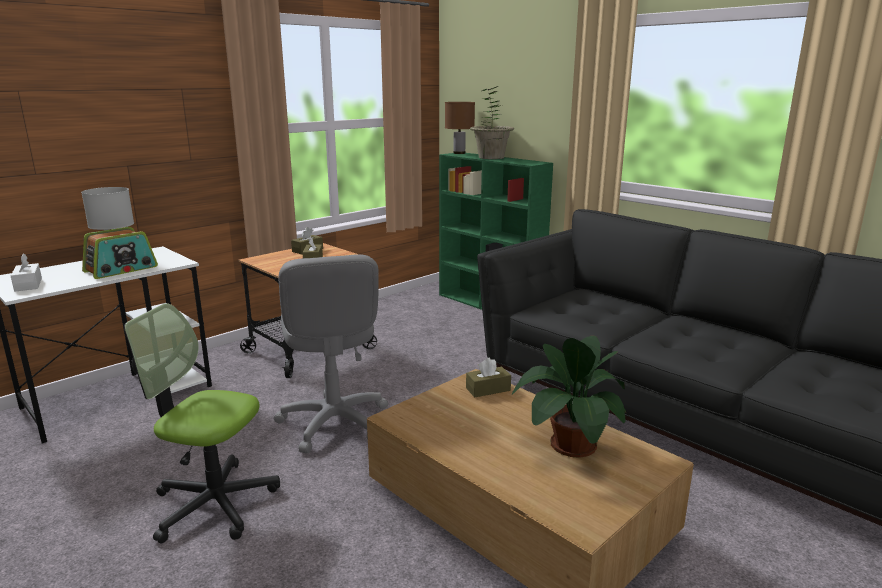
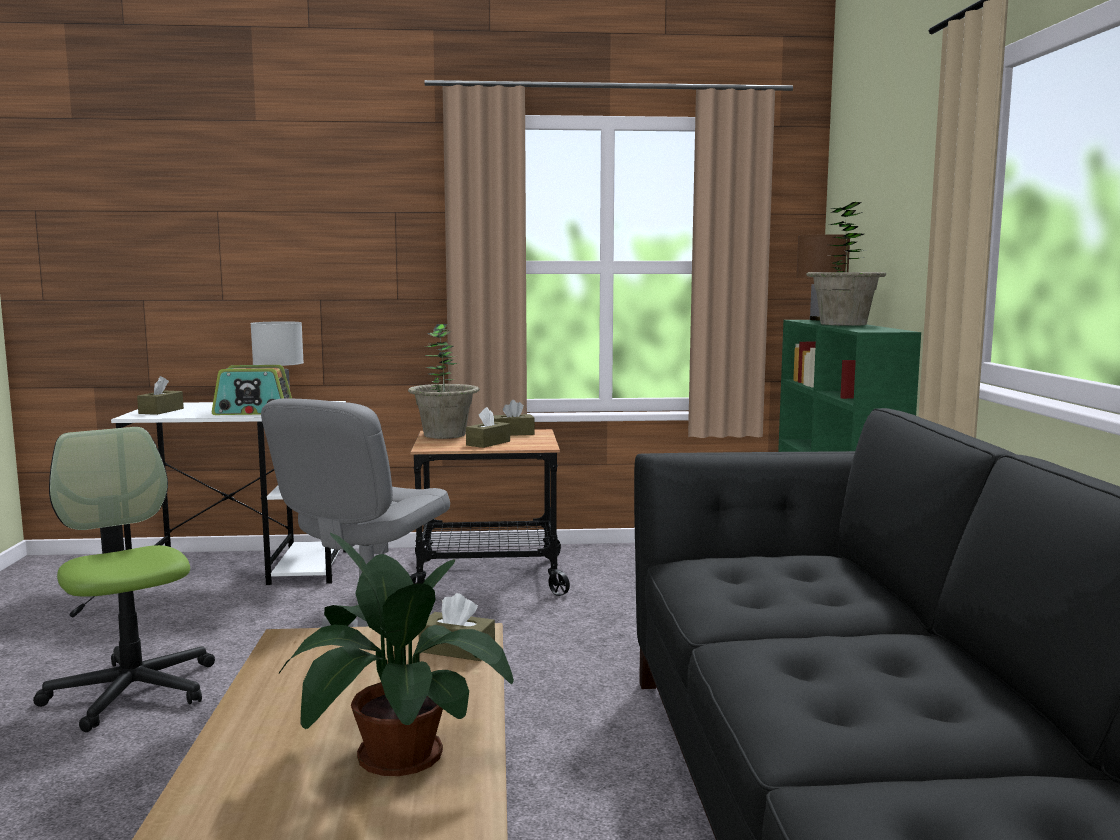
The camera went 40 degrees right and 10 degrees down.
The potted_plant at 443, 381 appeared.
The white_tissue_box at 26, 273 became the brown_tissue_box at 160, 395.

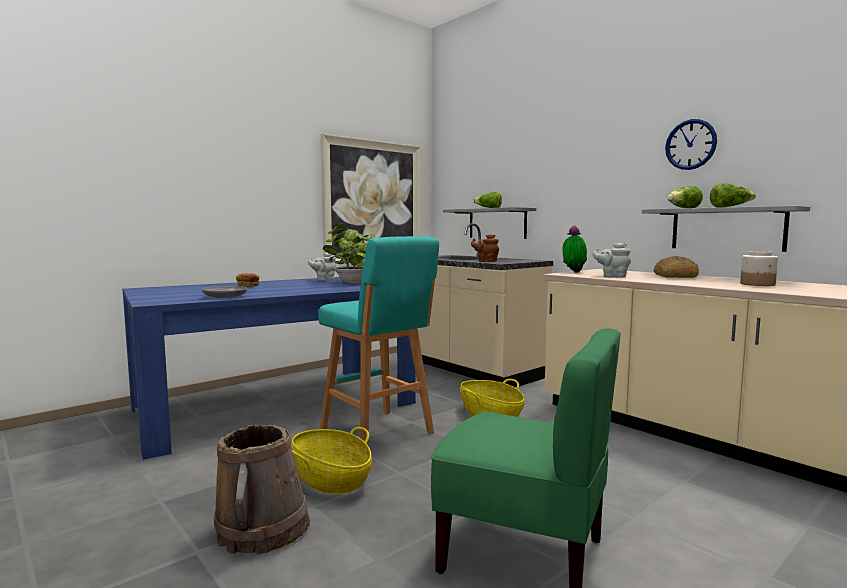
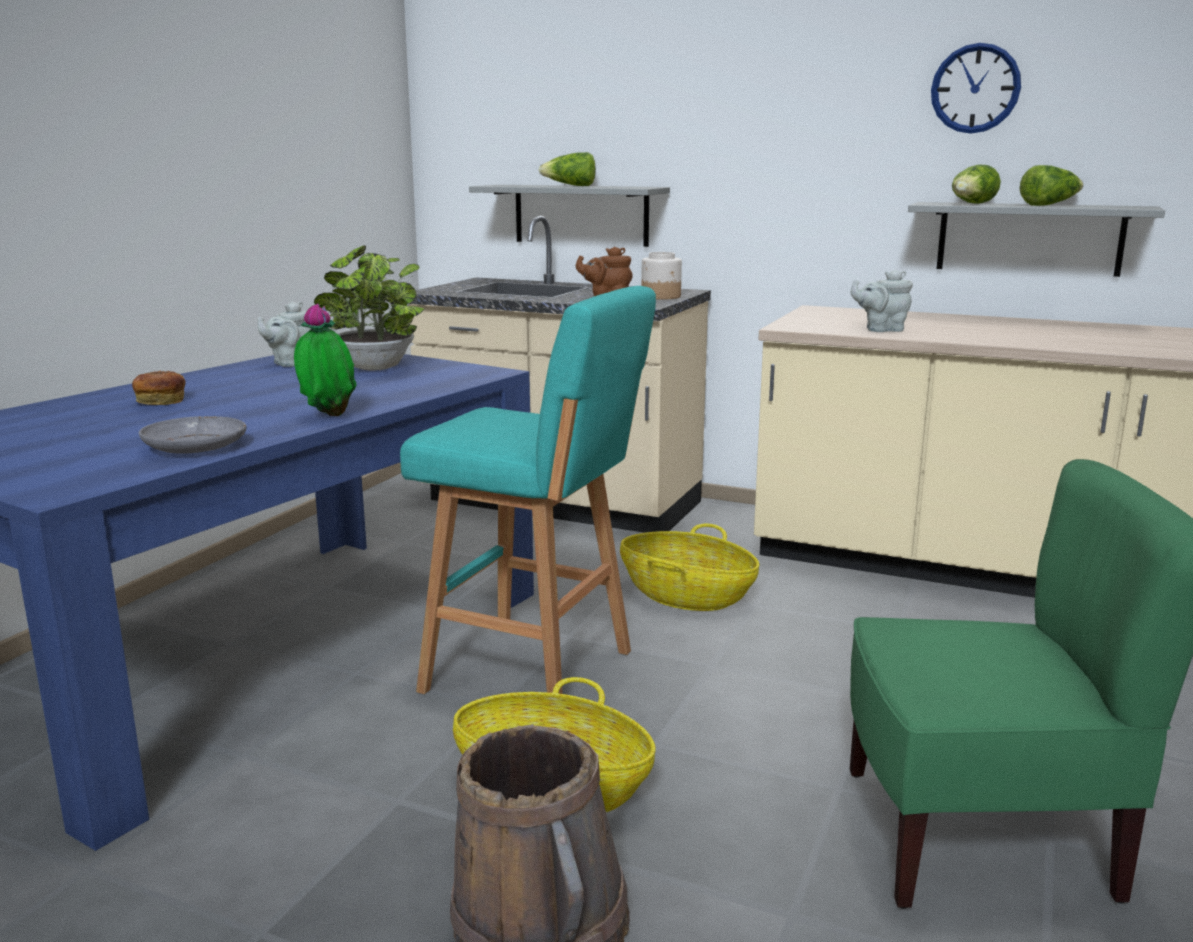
The camera went 25 degrees left and 10 degrees up.
The picture at 370, 197 disappeared.
The bread at 676, 267 disappeared.
The potted_plant moved from 574, 249 to 325, 359.
The jar moved from 759, 268 to 661, 276.

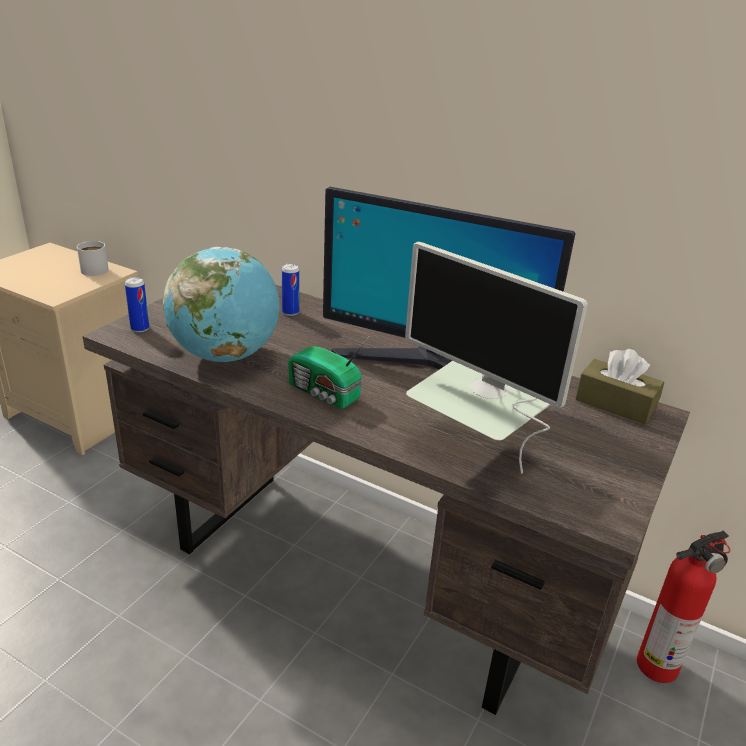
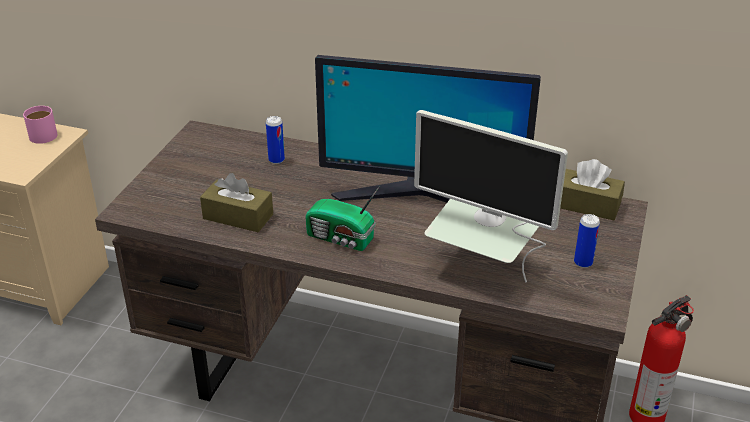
The camera went 10 degrees left and 5 degrees up.
The can moved from 137, 304 to 587, 241.
The globe at 221, 304 was replaced by the brown_tissue_box at 236, 202.
The white_mug at 93, 258 became the pink_mug at 40, 125.

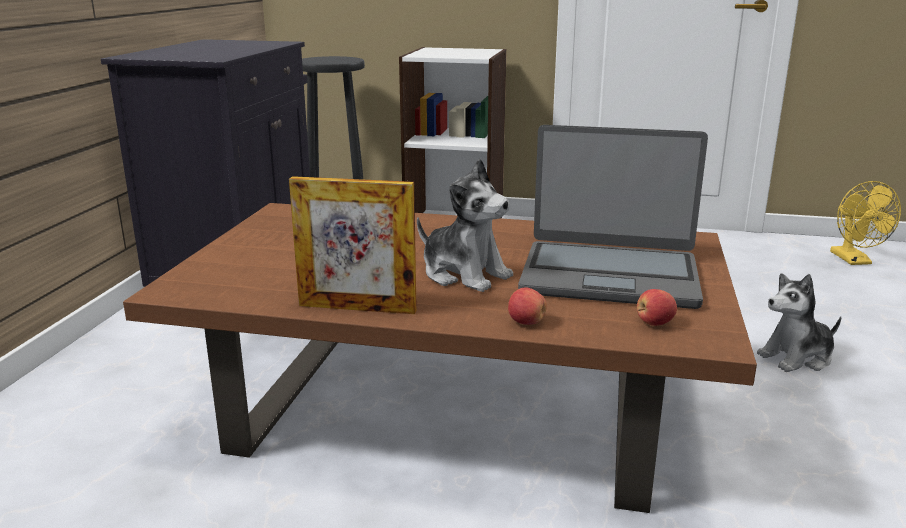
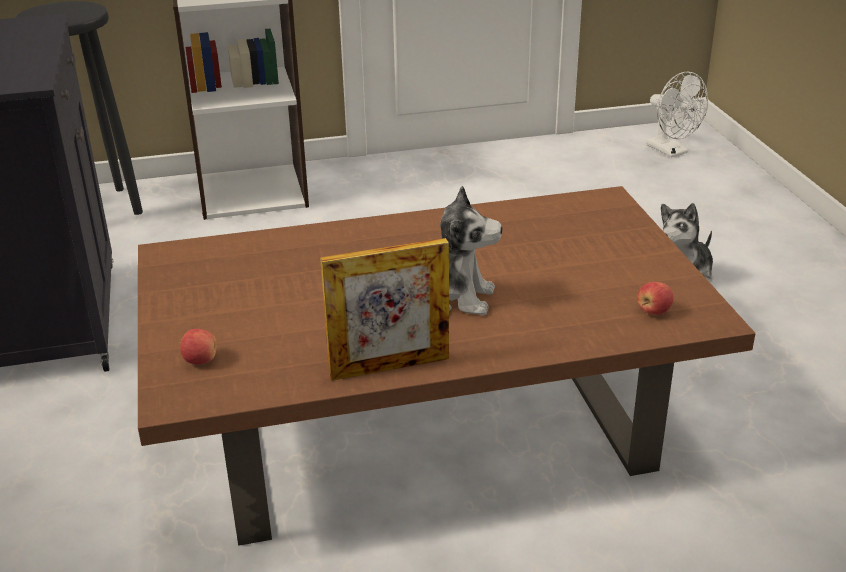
The camera went 25 degrees left and 10 degrees up.
The laptop at 613, 217 disappeared.
The apple moved from 527, 306 to 198, 346.
The yellow_fan at 865, 223 became the white_fan at 677, 114.

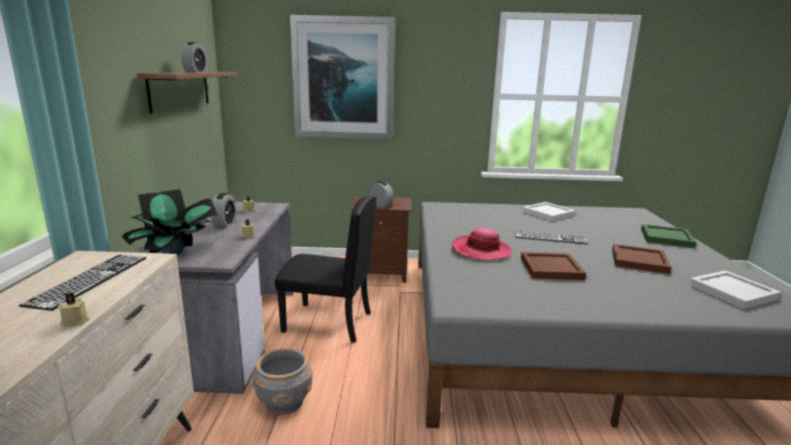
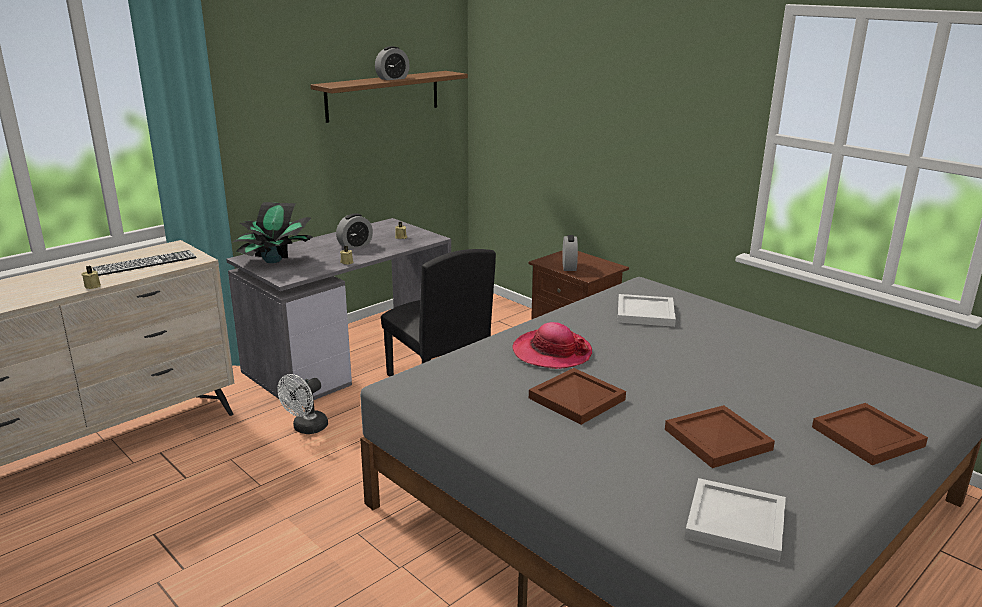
The camera went 45 degrees right and 5 degrees up.
The picture at 342, 77 disappeared.
The keyboard at 551, 237 disappeared.
The white_tray moved from 549, 211 to 647, 310.
The grey_planter at 282, 381 was replaced by the white_fan at 302, 404.
The green_tray at 668, 236 became the brown_tray at 870, 434.

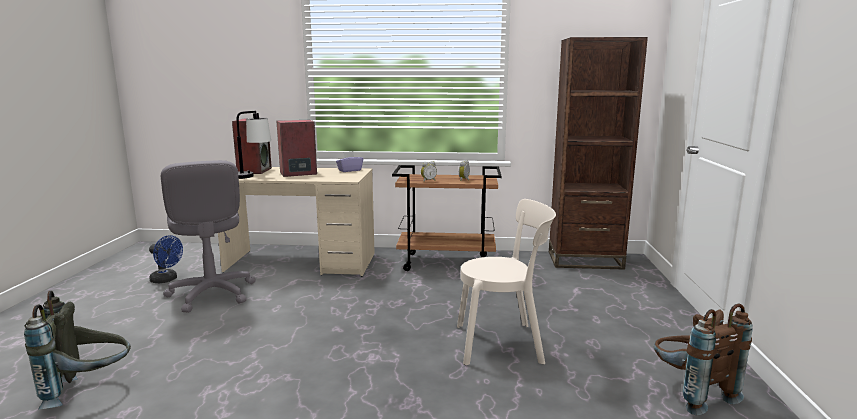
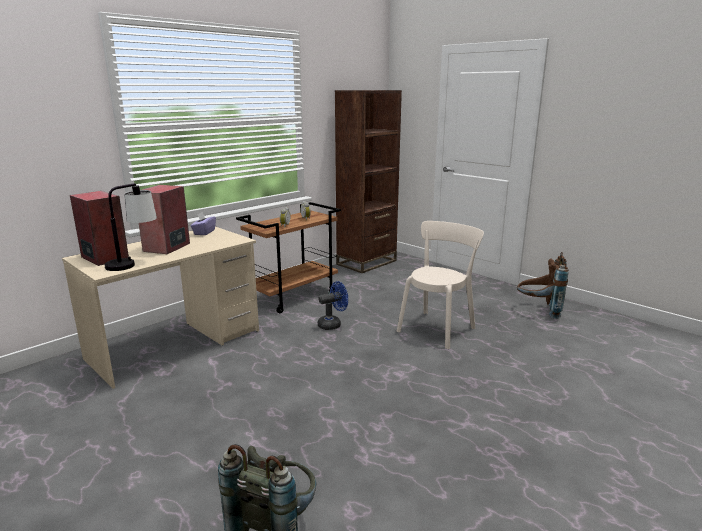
The camera went 50 degrees left and 5 degrees up.
The grey_office_chair at 208, 236 disappeared.
The blue_fan moved from 166, 259 to 333, 305.

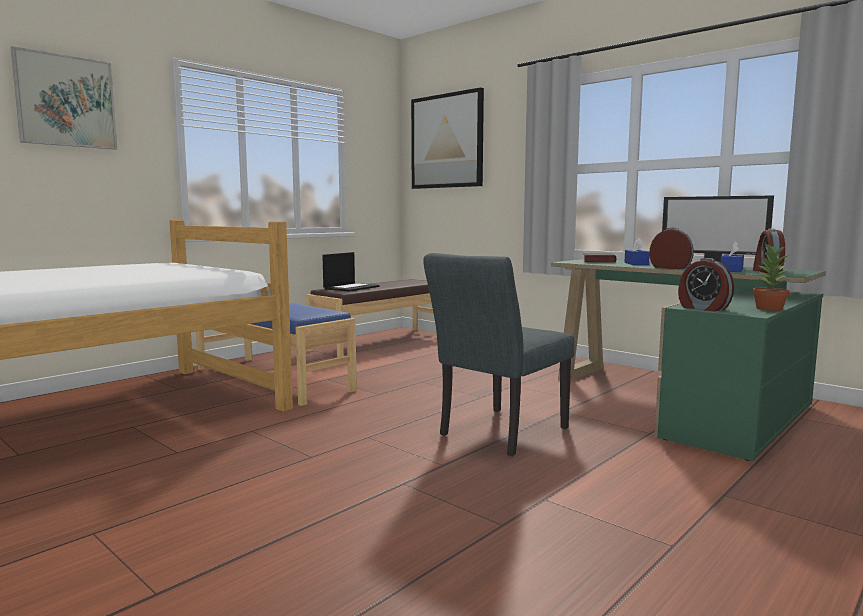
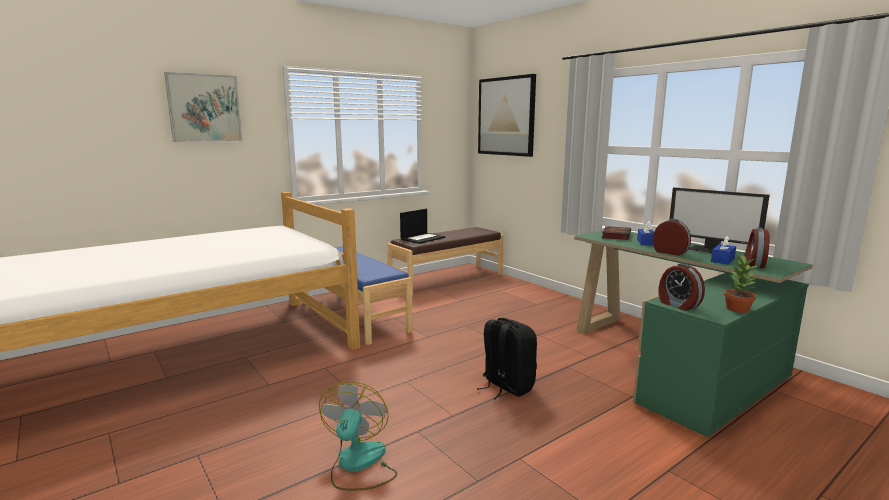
The camera went 10 degrees right and 5 degrees up.
The fan at 358, 436 appeared.
The grey_chair at 499, 354 was replaced by the black_backpack at 507, 358.

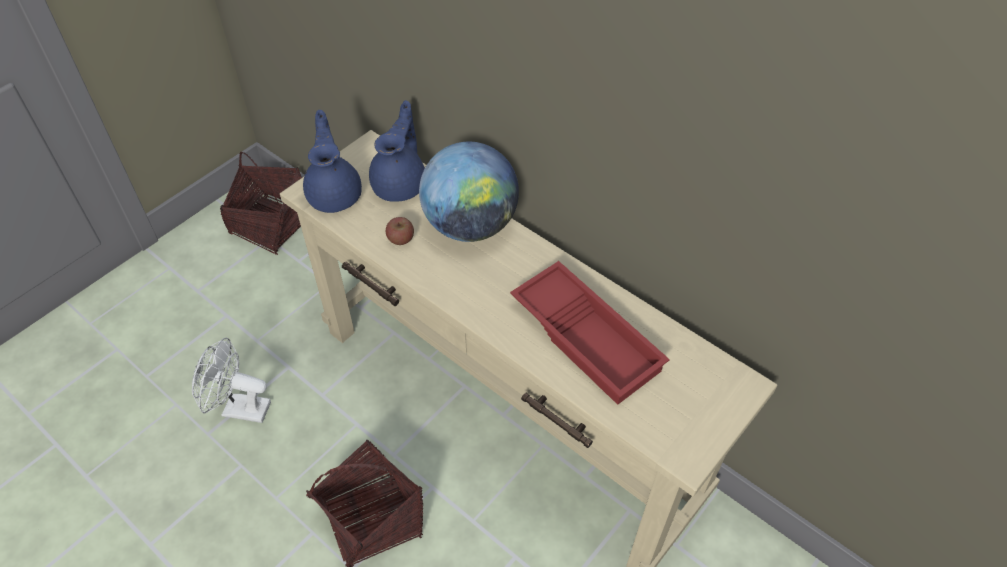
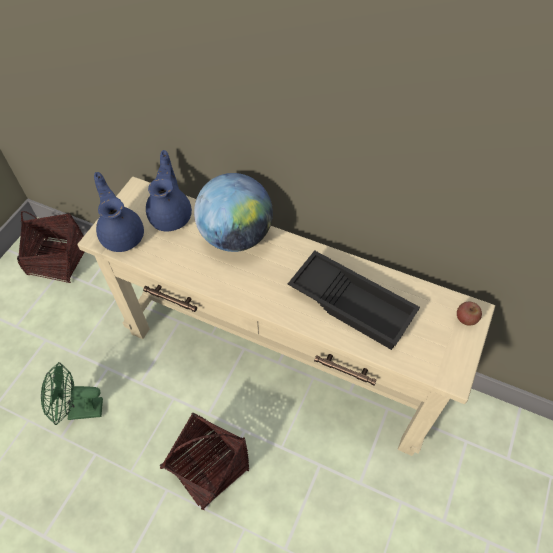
The camera went 15 degrees left and 5 degrees up.
The apple moved from 400, 231 to 469, 314.
The white_fan at 231, 380 became the green_fan at 72, 393.
The red_tray at 590, 333 became the black_tray at 354, 300.

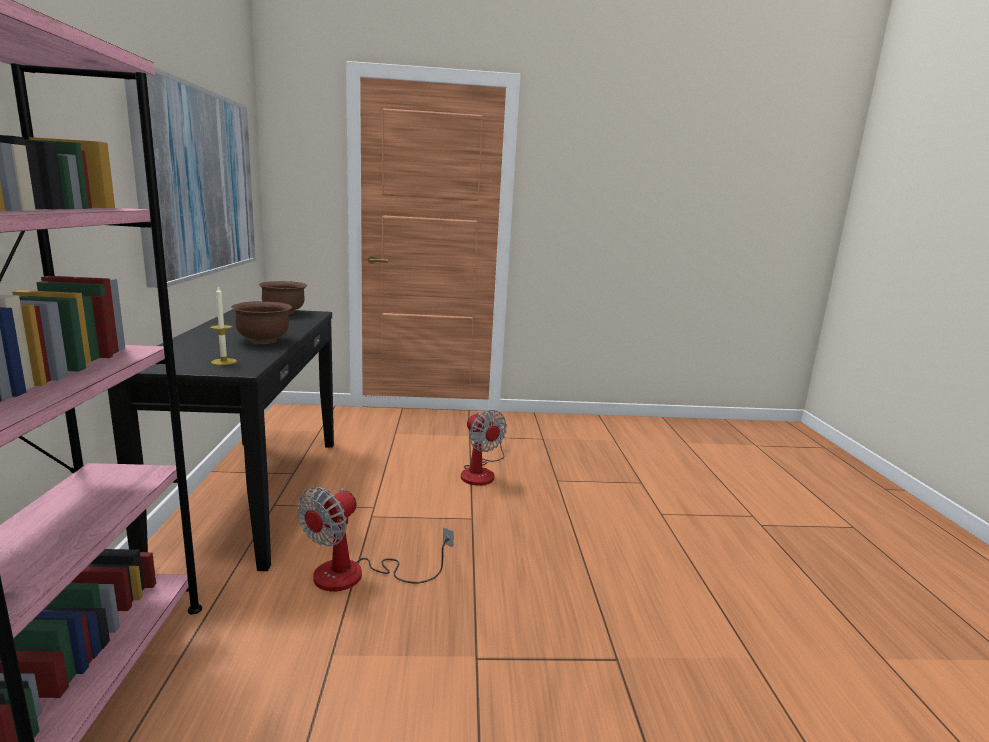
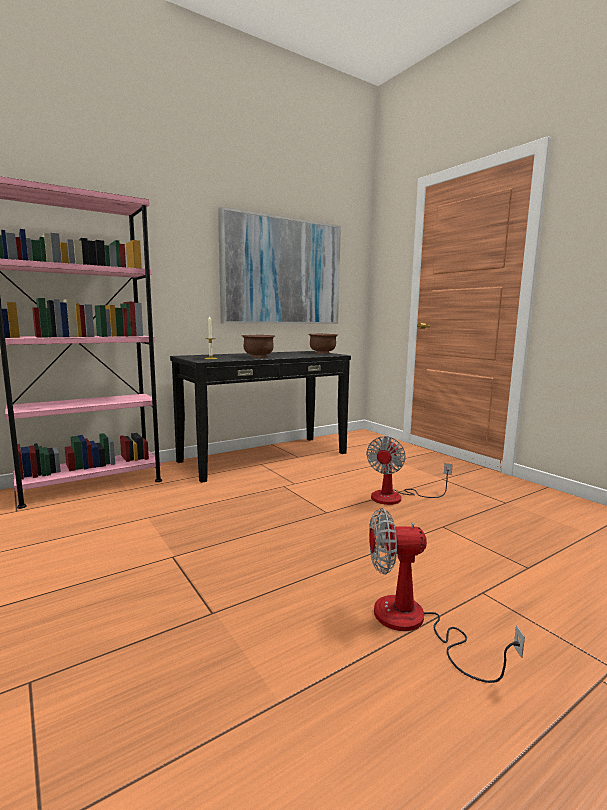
The camera went 60 degrees right and 5 degrees down.
The fan moved from 375, 539 to 447, 595.

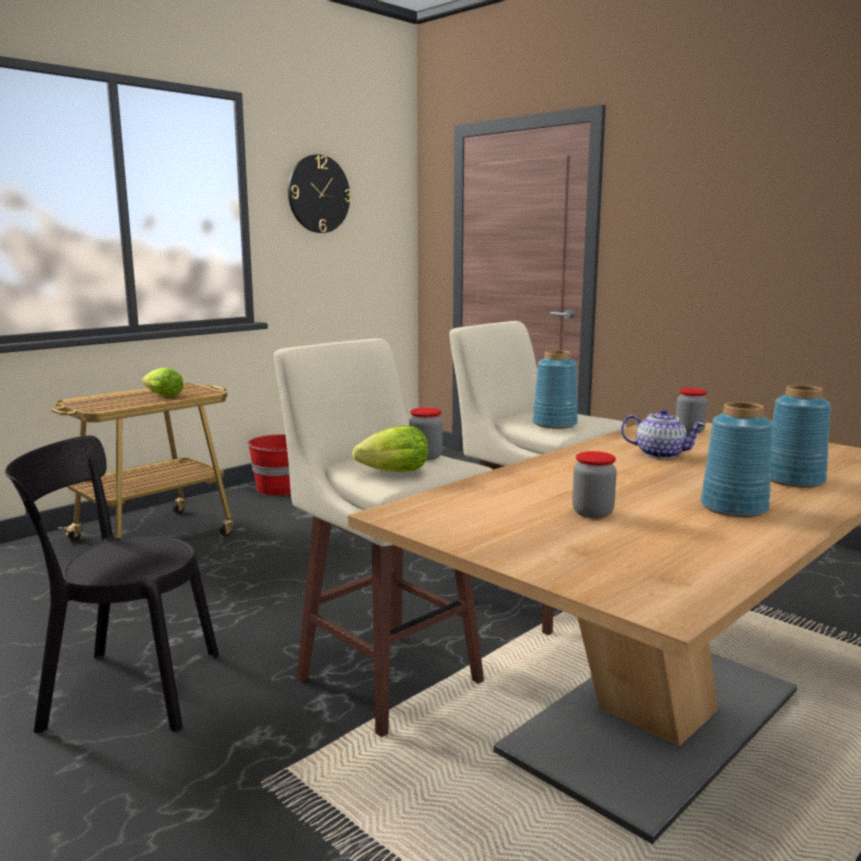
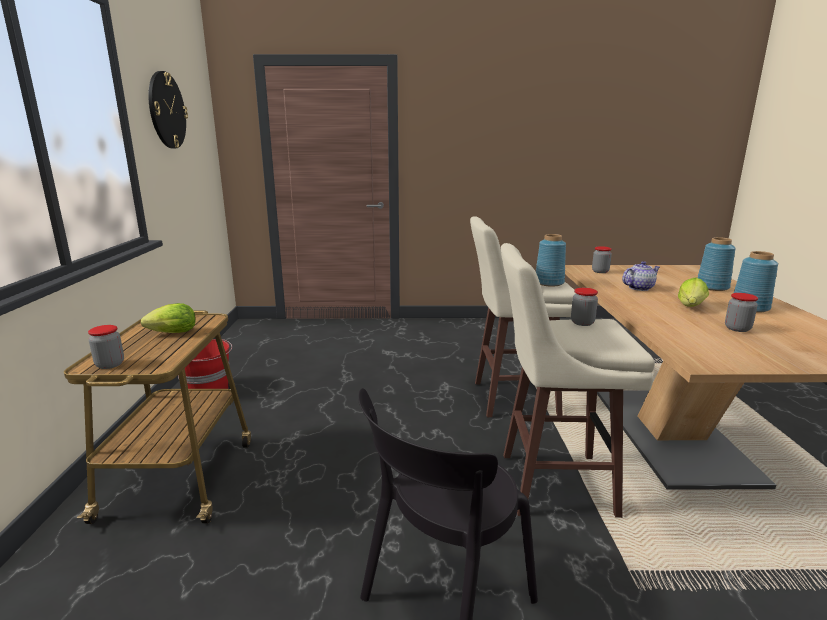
The camera went 45 degrees left and 5 degrees up.
The jar at 106, 347 appeared.
The lettuce moved from 390, 449 to 693, 292.

